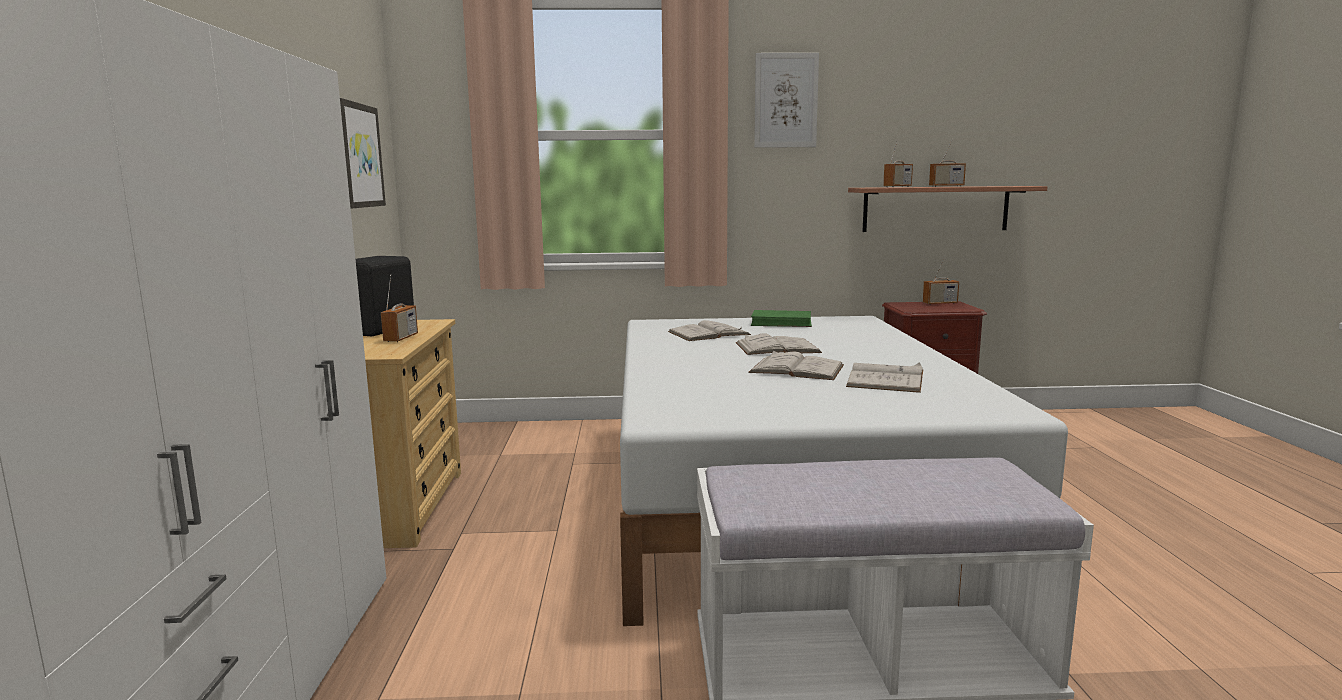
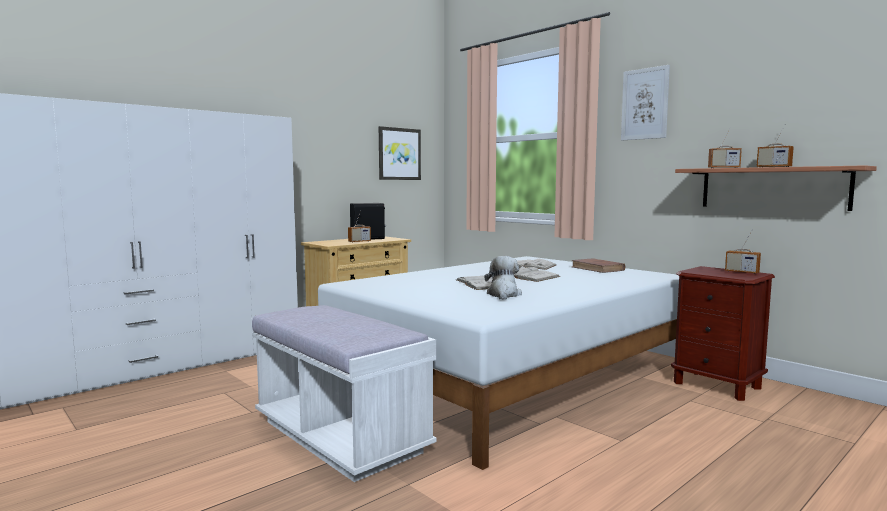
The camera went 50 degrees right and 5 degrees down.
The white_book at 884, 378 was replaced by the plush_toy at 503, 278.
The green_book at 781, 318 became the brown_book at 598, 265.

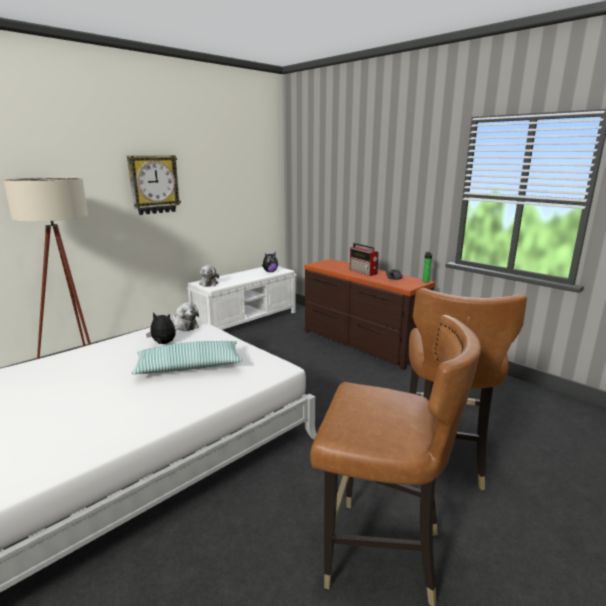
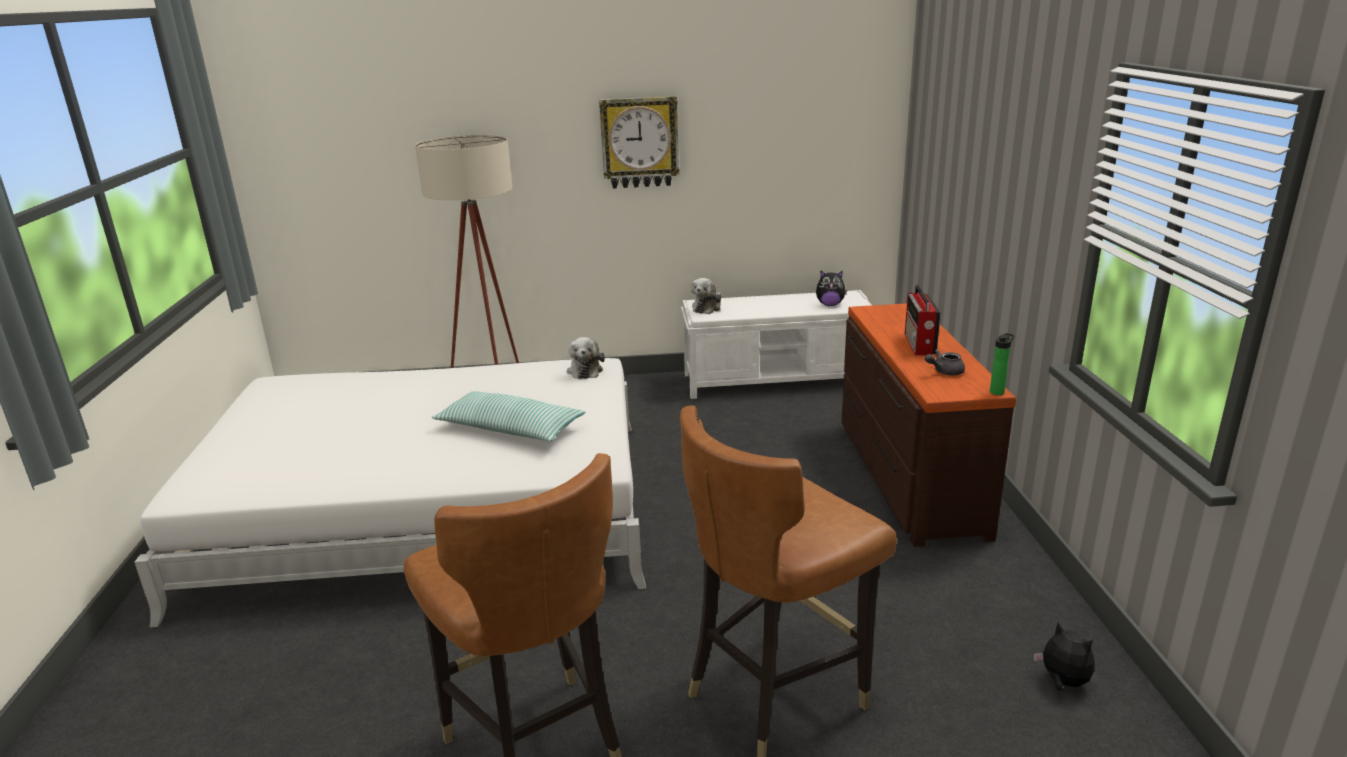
The camera went 40 degrees right and 5 degrees up.
The plush_toy moved from 161, 328 to 1064, 656.

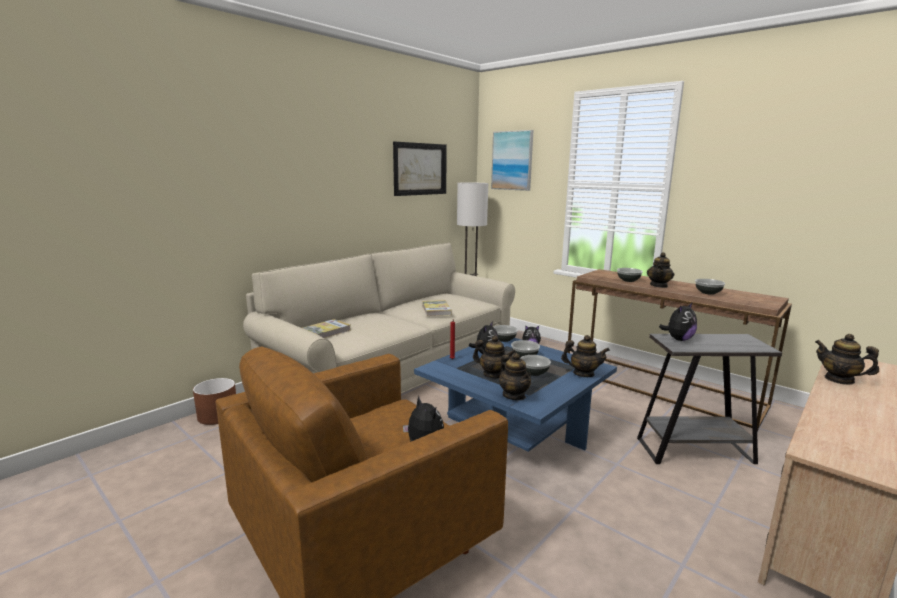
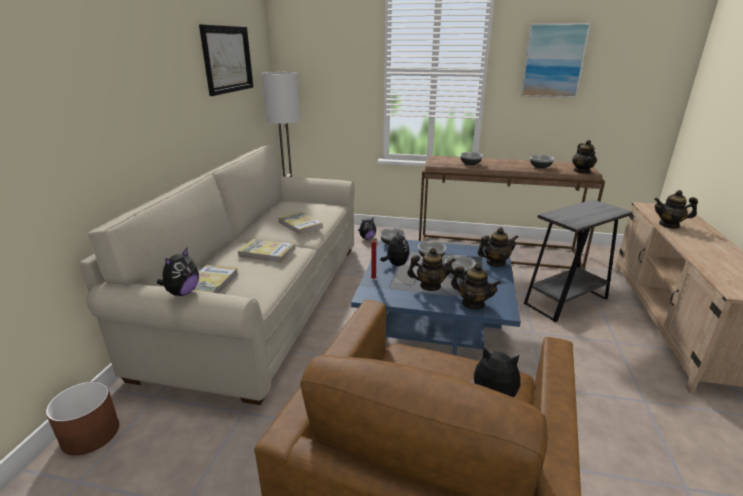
The camera went 30 degrees left and 10 degrees up.
The book at 266, 251 appeared.
The picture moved from 512, 160 to 555, 60.
The teapot moved from 660, 270 to 584, 157.
The plush_toy moved from 678, 321 to 178, 272.

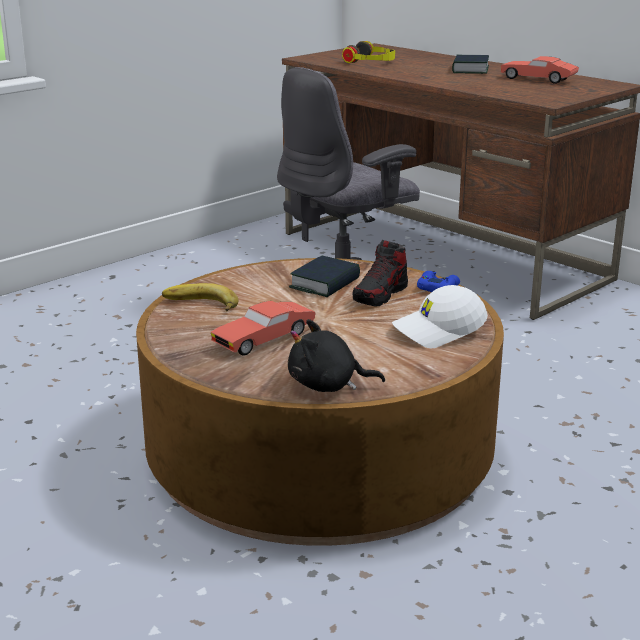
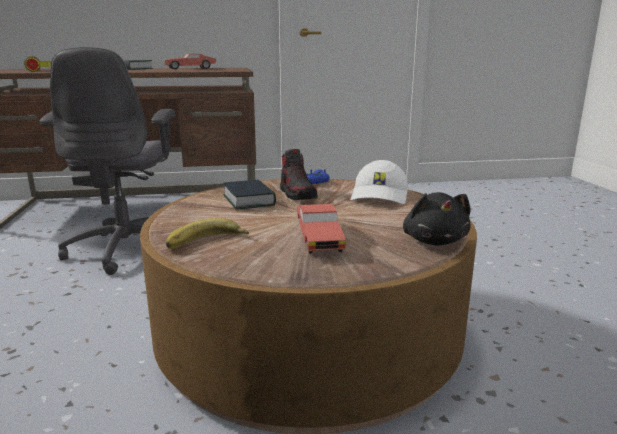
The camera went 55 degrees left and 5 degrees down.
The black_plush_toy at 336, 355 turned 45 degrees counterclockwise.

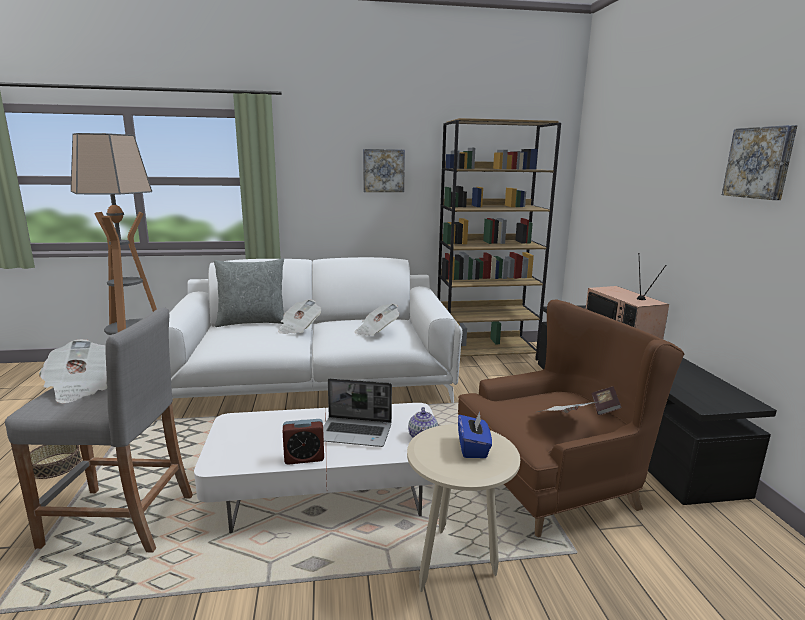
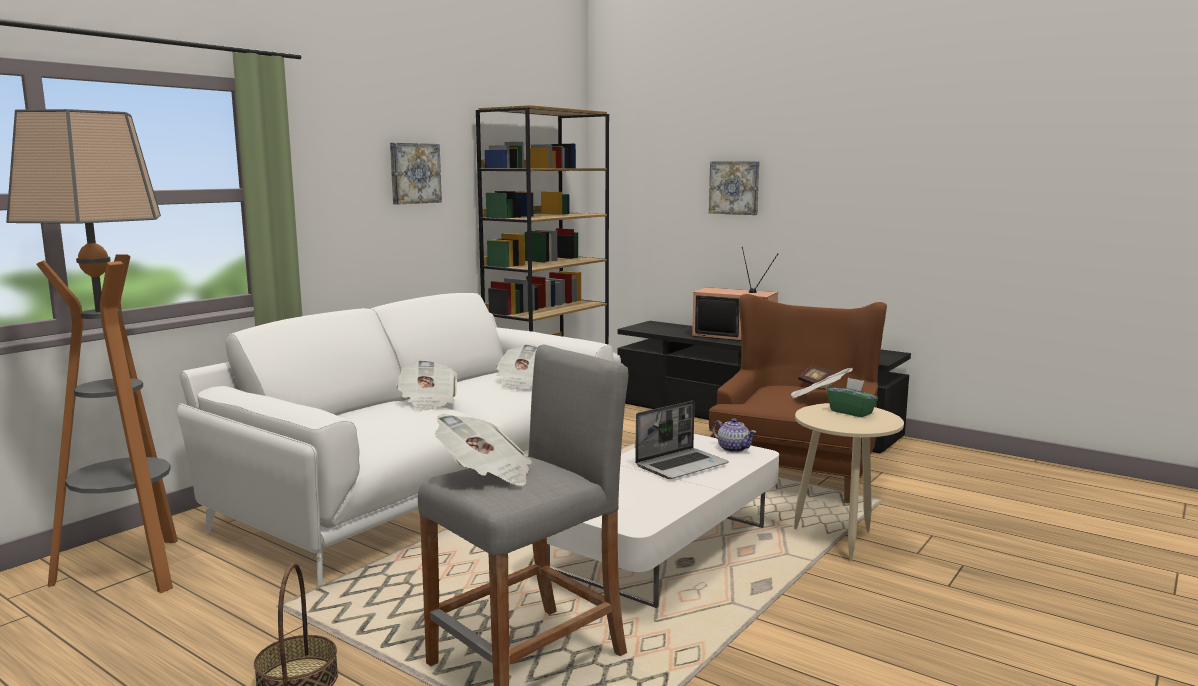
The camera went 45 degrees left and 5 degrees down.
The grey_pillow at 249, 292 disappeared.
The alarm_clock at 303, 442 disappeared.
The picture moved from 760, 162 to 734, 188.
The blue_tissue_box at 475, 435 became the green_tissue_box at 852, 397.

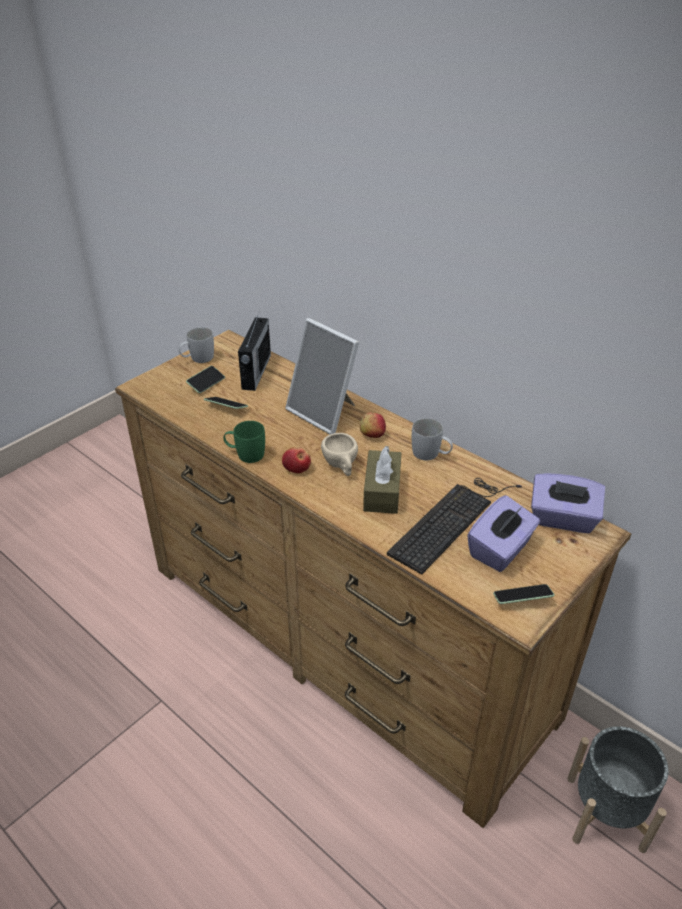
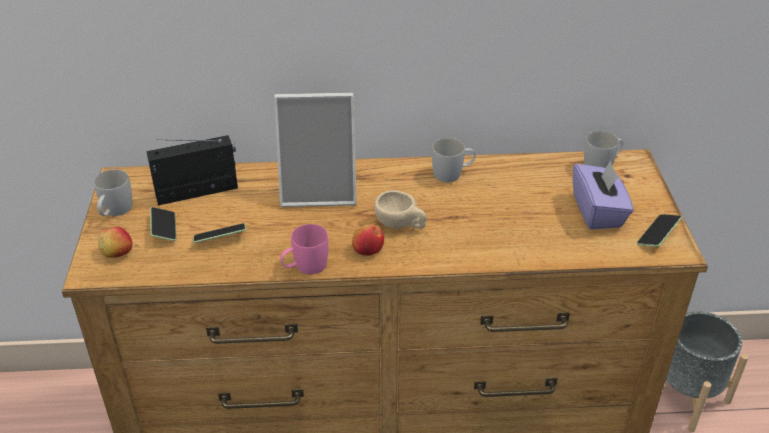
The camera went 45 degrees left and 0 degrees up.
The brown_tissue_box at 382, 480 disappeared.
The keyboard at 454, 526 disappeared.
The apple moved from 373, 425 to 115, 242.
The purple_tissue_box at 568, 503 was replaced by the white_mug at 603, 149.
The green_mug at 244, 442 became the pink_mug at 304, 249.
The radio at 254, 352 turned 75 degrees counterclockwise.

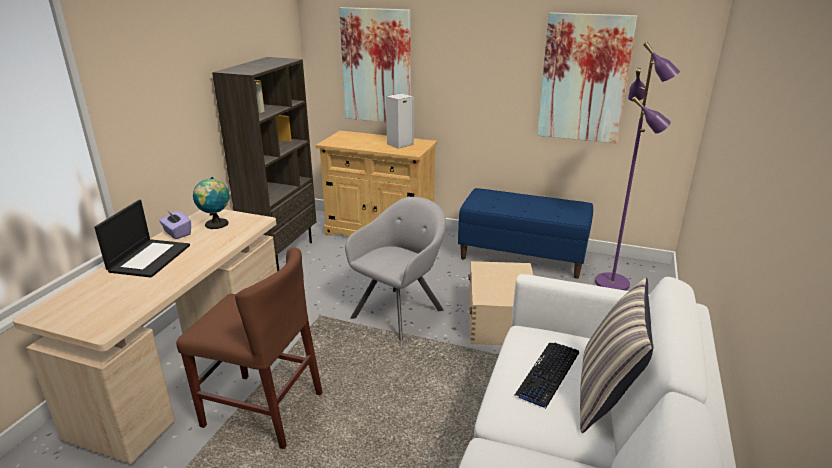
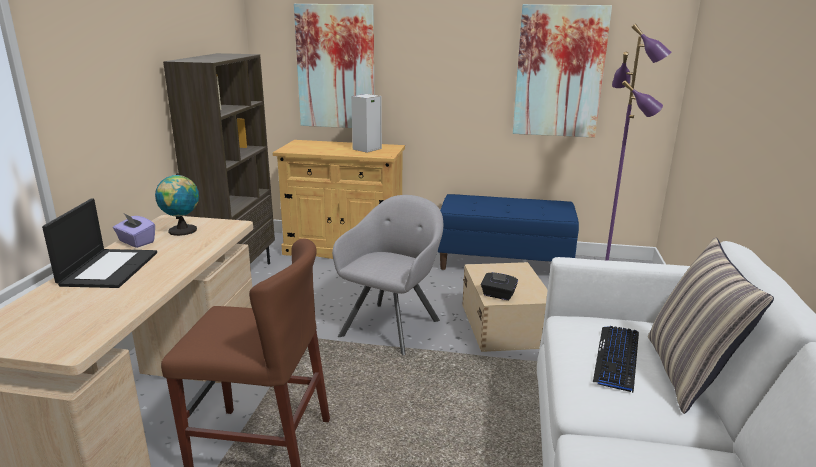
The camera went 10 degrees left and 5 degrees down.
The black_tissue_box at 499, 286 appeared.

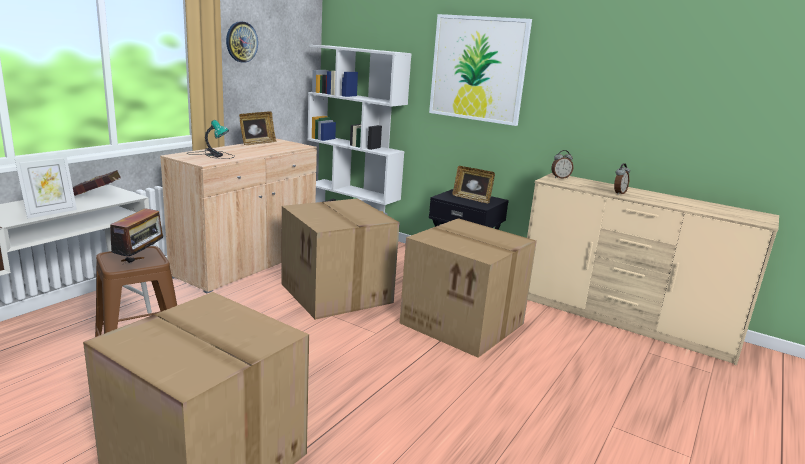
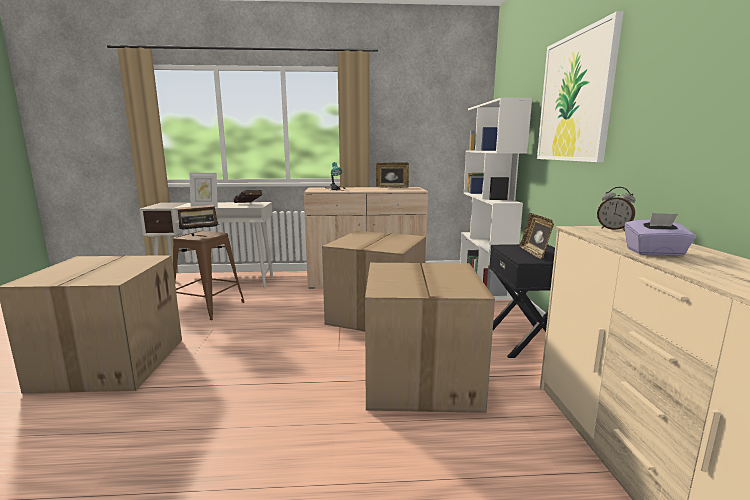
The camera went 55 degrees right and 5 degrees down.
The wall_clock at 242, 42 disappeared.
The alarm_clock at 622, 179 was replaced by the purple_tissue_box at 660, 234.

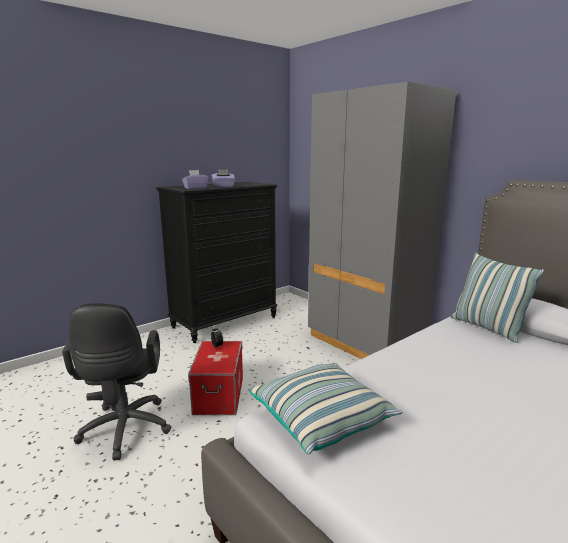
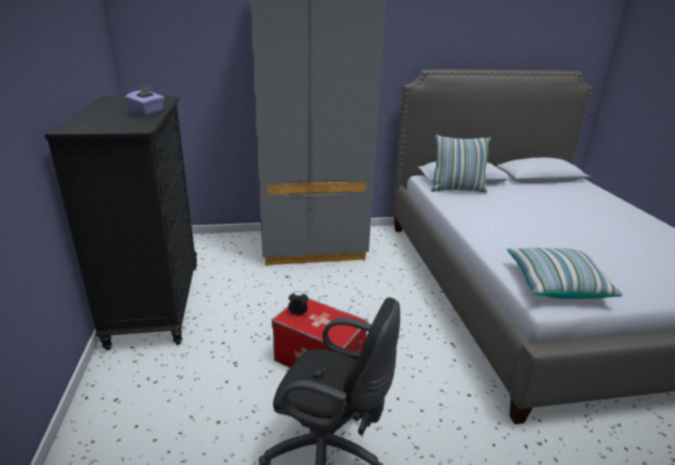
The camera went 60 degrees left and 10 degrees up.
The purple_tissue_box at 195, 179 disappeared.

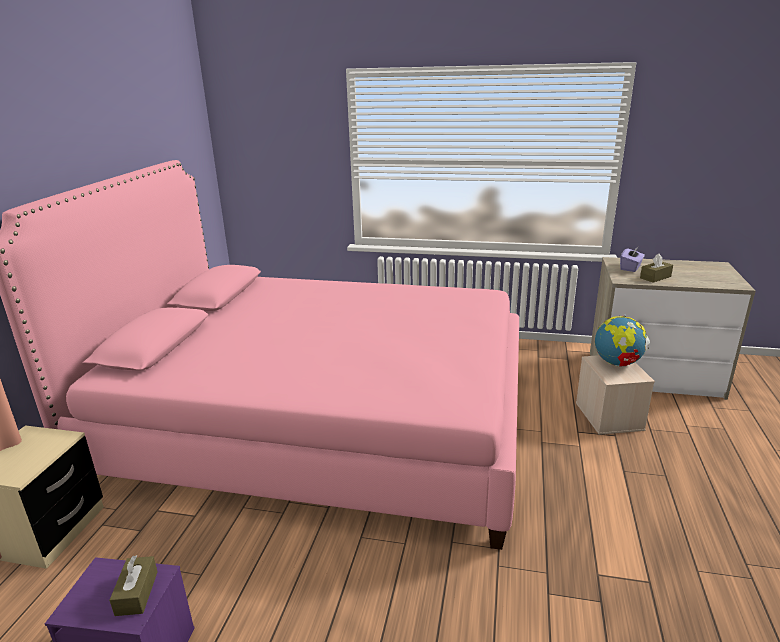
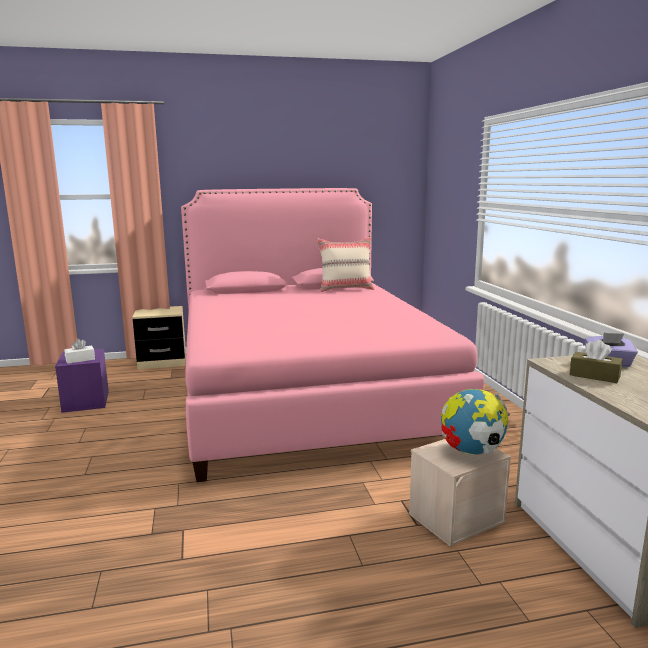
The camera went 65 degrees right and 10 degrees down.
The beige_pillow at 345, 264 appeared.
The brown_tissue_box at 133, 585 became the white_tissue_box at 79, 351.

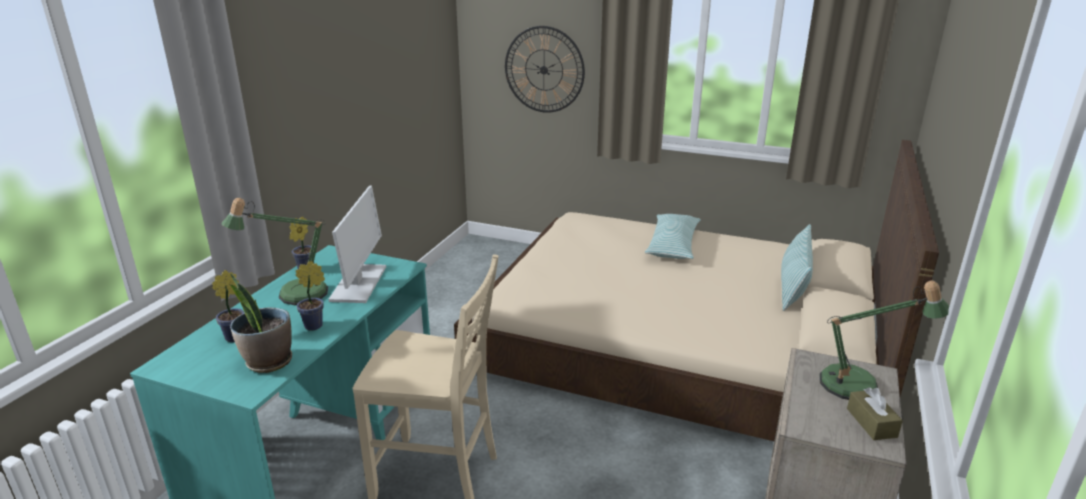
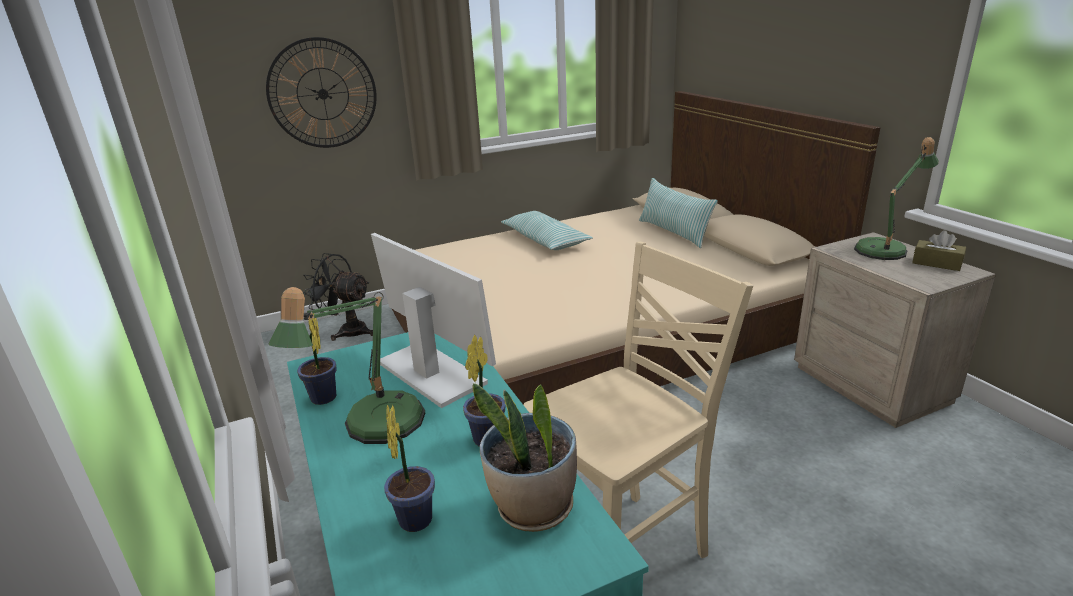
The camera went 45 degrees left and 0 degrees up.
The black_fan at 338, 297 appeared.

